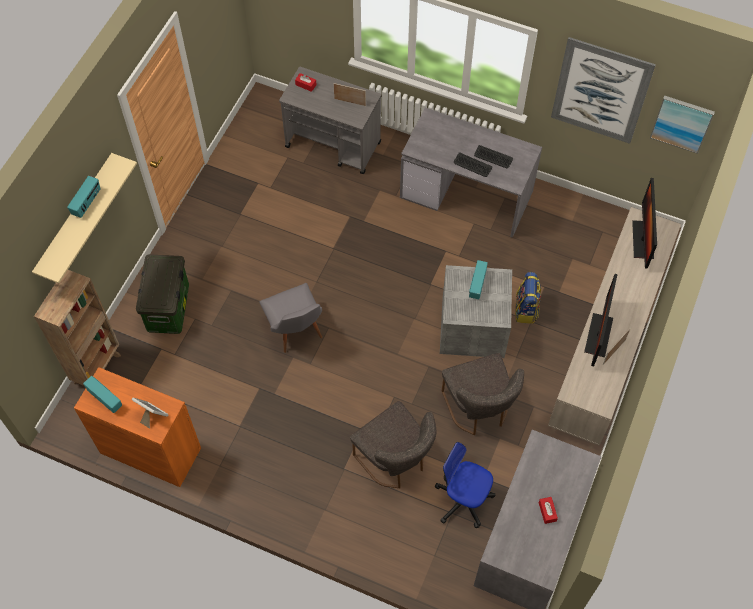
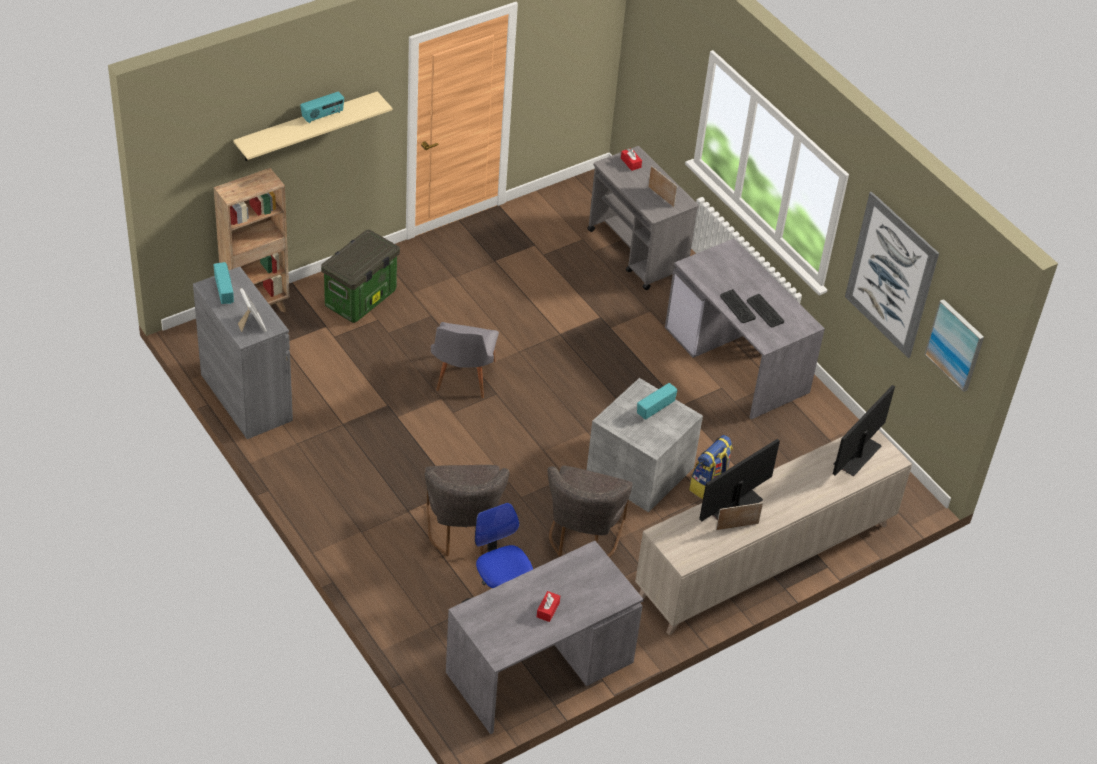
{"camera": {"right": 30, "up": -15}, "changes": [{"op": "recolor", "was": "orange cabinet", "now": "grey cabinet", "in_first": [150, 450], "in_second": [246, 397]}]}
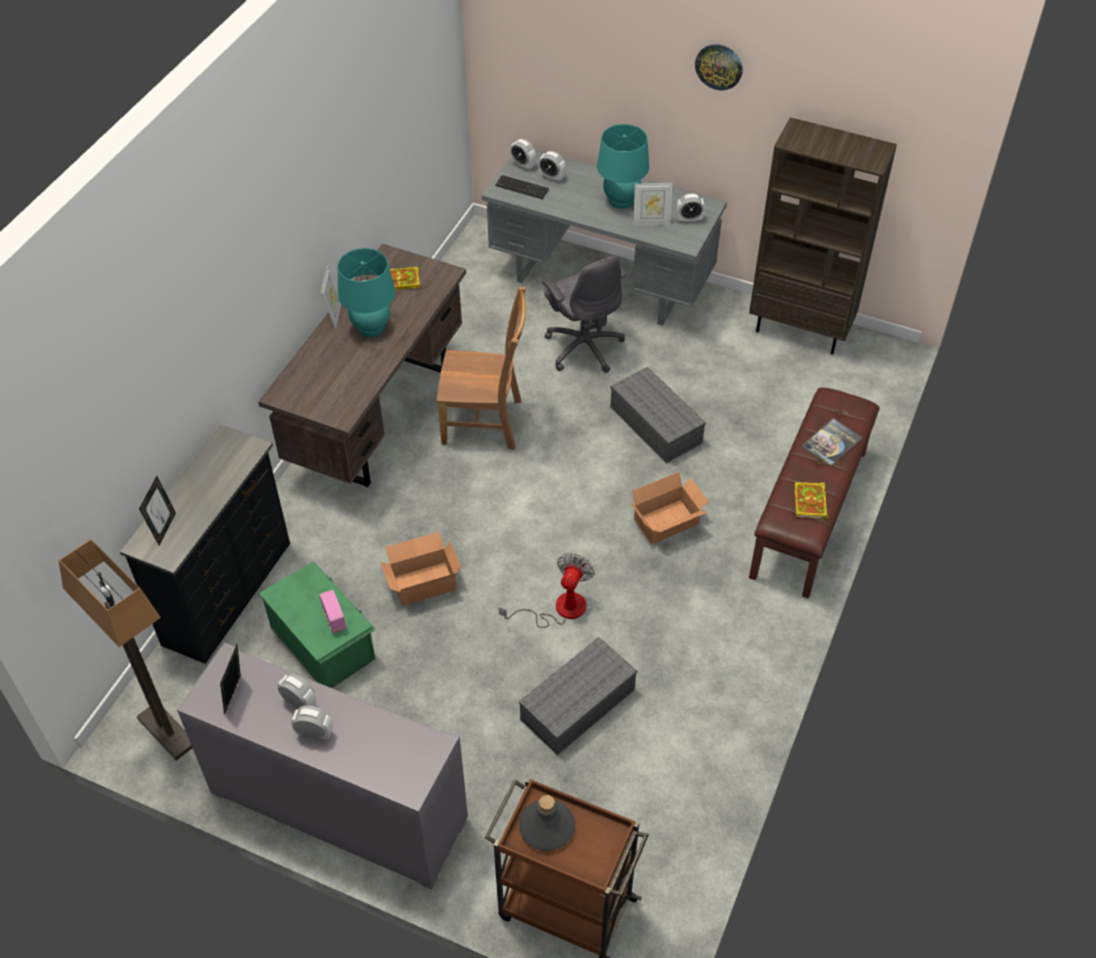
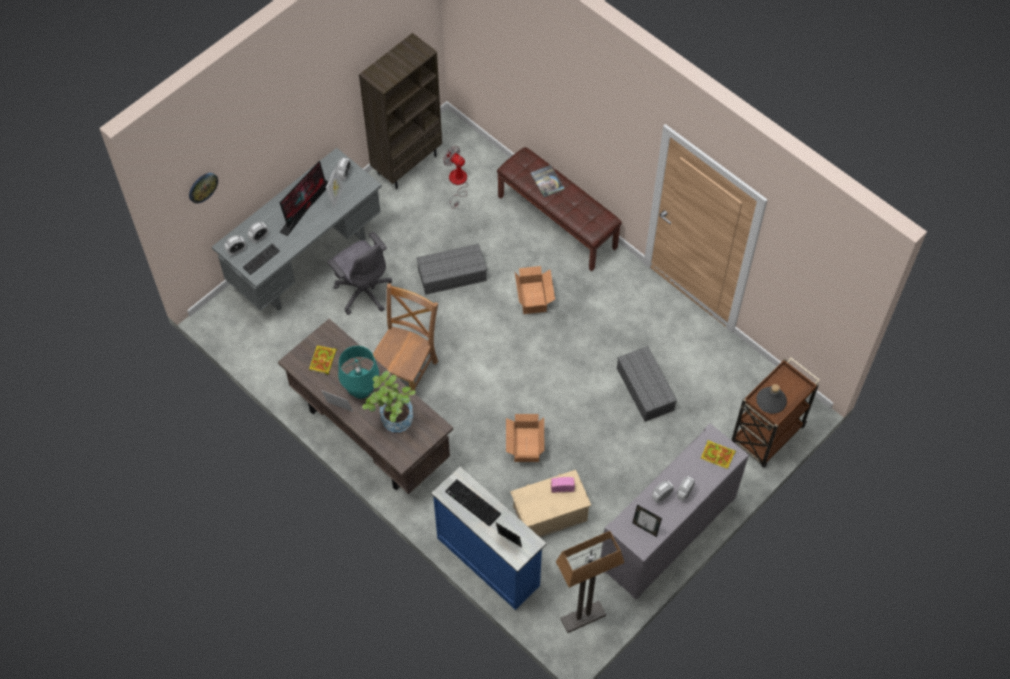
{"camera": {"right": -70, "up": 10}, "changes": [{"op": "recolor", "was": "black dresser", "now": "blue dresser", "in_first": [230, 593], "in_second": [489, 560]}, {"op": "recolor", "was": "green storage box", "now": "beige storage box", "in_first": [323, 642], "in_second": [549, 513]}, {"op": "move", "was": "fan", "in_first": [559, 609], "in_second": [457, 183]}, {"op": "rotate", "was": "grey office chair", "in_first": [584, 347], "in_second": [363, 291], "clockwise": 60}, {"op": "replace", "was": "turquoise table lamp", "now": "monitor", "in_first": [621, 200], "in_second": [305, 206]}, {"op": "move", "was": "wall clock", "in_first": [719, 66], "in_second": [202, 187]}, {"op": "move", "was": "book", "in_first": [811, 503], "in_second": [718, 455]}, {"op": "insert", "now": "potted plant", "in_second": [393, 422]}, {"op": "insert", "now": "keyboard", "in_second": [471, 503]}]}
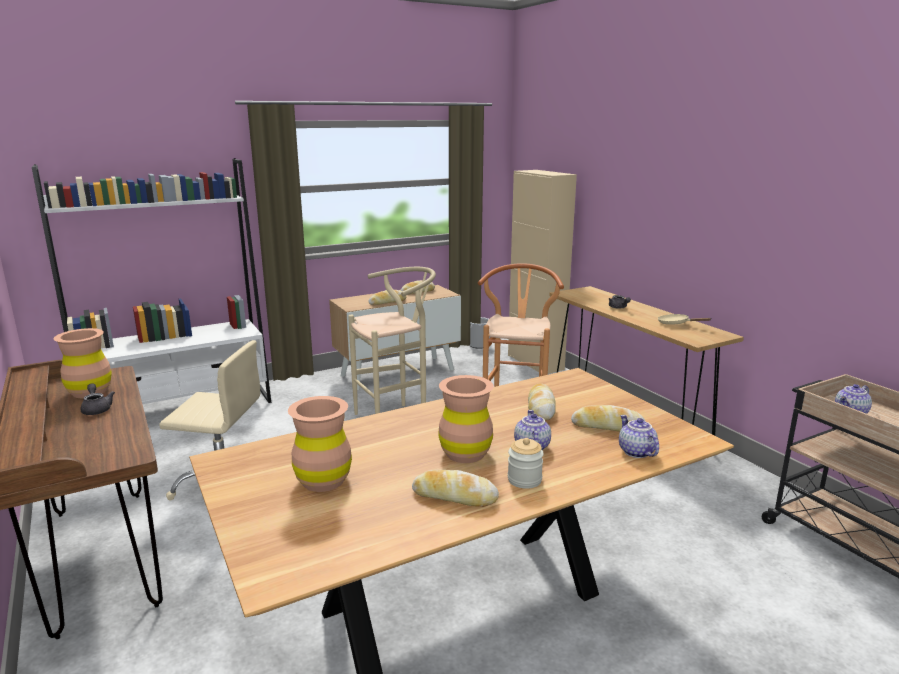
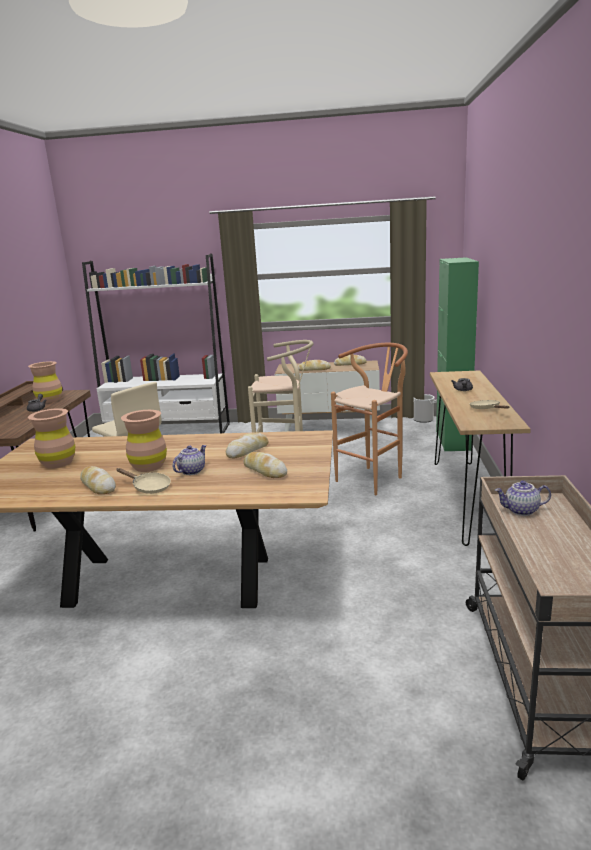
{"camera": {"right": 35, "up": 0}, "changes": [{"op": "recolor", "was": "beige cabinet", "now": "green cabinet", "in_first": [535, 362], "in_second": [452, 440]}, {"op": "replace", "was": "jar", "now": "beige frying pan", "in_first": [524, 480], "in_second": [149, 487]}, {"op": "delete", "was": "teapot", "in_first": [635, 452]}]}
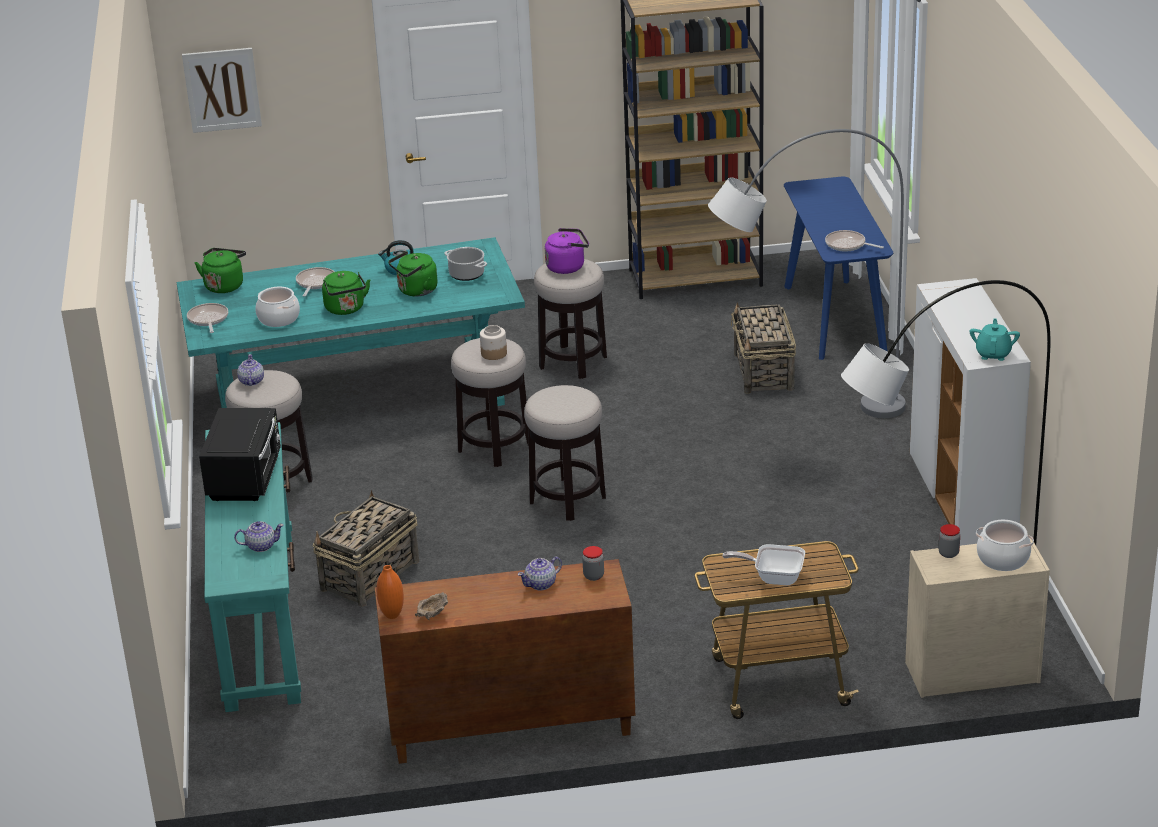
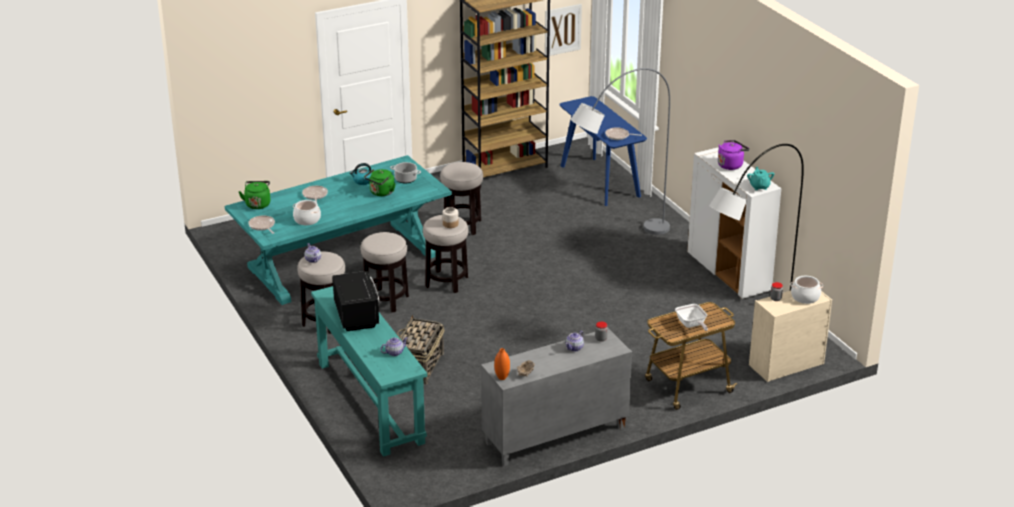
{"camera": {"right": -20, "up": 0}, "changes": [{"op": "move", "was": "picture", "in_first": [222, 89], "in_second": [562, 30]}, {"op": "delete", "was": "green kettle", "in_first": [346, 309]}, {"op": "recolor", "was": "brown cabinet", "now": "grey cabinet", "in_first": [509, 728], "in_second": [555, 436]}, {"op": "move", "was": "stool", "in_first": [567, 499], "in_second": [386, 300]}, {"op": "move", "was": "purple kettle", "in_first": [568, 267], "in_second": [731, 165]}, {"op": "rotate", "was": "frying pan", "in_first": [773, 577], "in_second": [691, 325], "clockwise": -105}, {"op": "delete", "was": "basket", "in_first": [763, 372]}]}
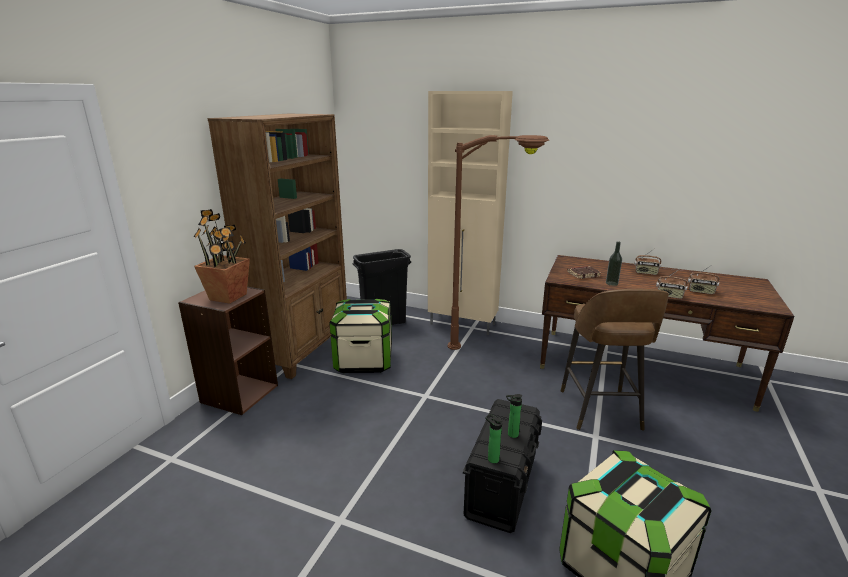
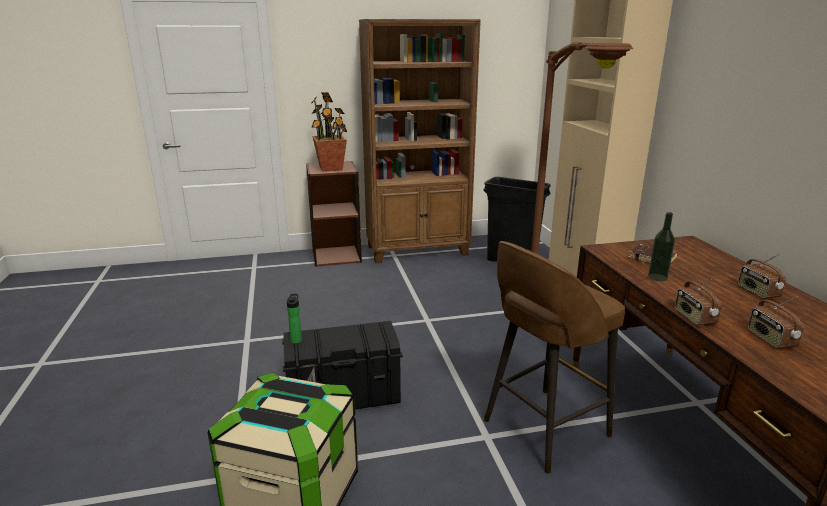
{"camera": {"right": 55, "up": 0}, "changes": [{"op": "delete", "was": "storage box", "in_first": [364, 360]}, {"op": "delete", "was": "bottle", "in_first": [511, 434]}]}
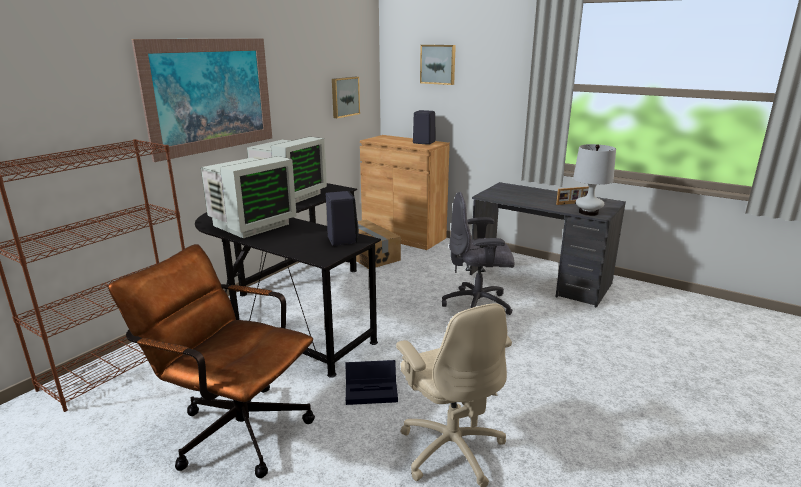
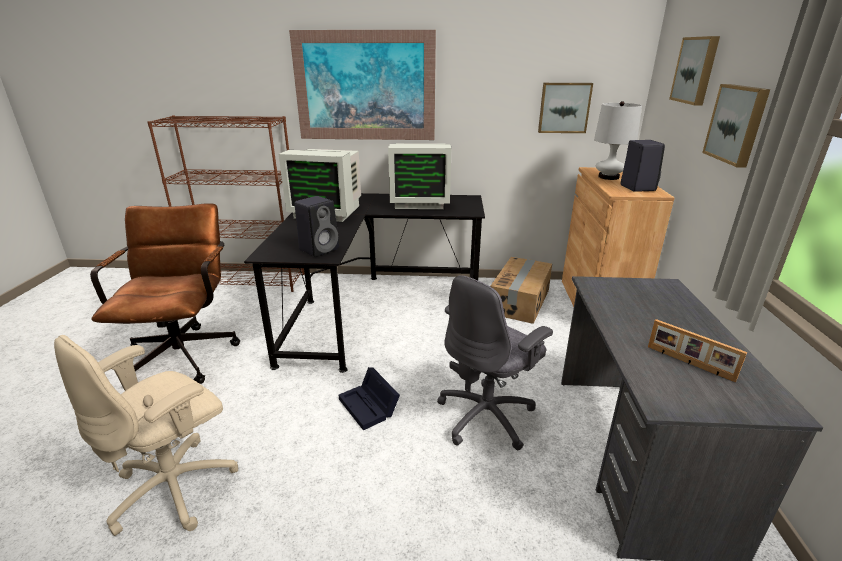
{"camera": {"right": 60, "up": 5}, "changes": [{"op": "move", "was": "black storage box", "in_first": [373, 390], "in_second": [370, 407]}, {"op": "rotate", "was": "grey office chair", "in_first": [478, 305], "in_second": [487, 416], "clockwise": -105}, {"op": "move", "was": "white table lamp", "in_first": [588, 212], "in_second": [608, 177]}, {"op": "insert", "now": "picture", "in_second": [737, 124]}]}
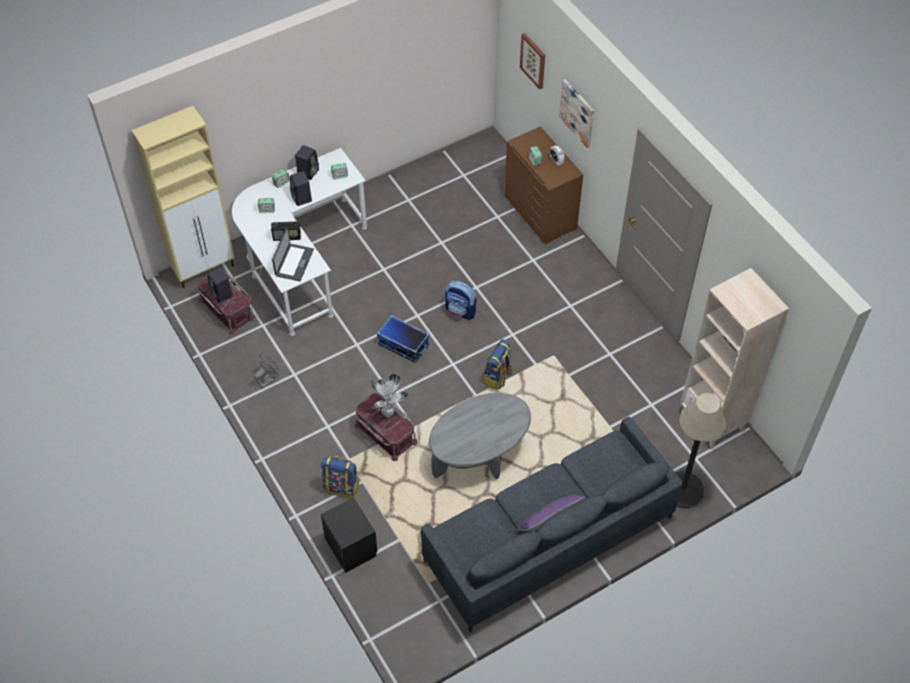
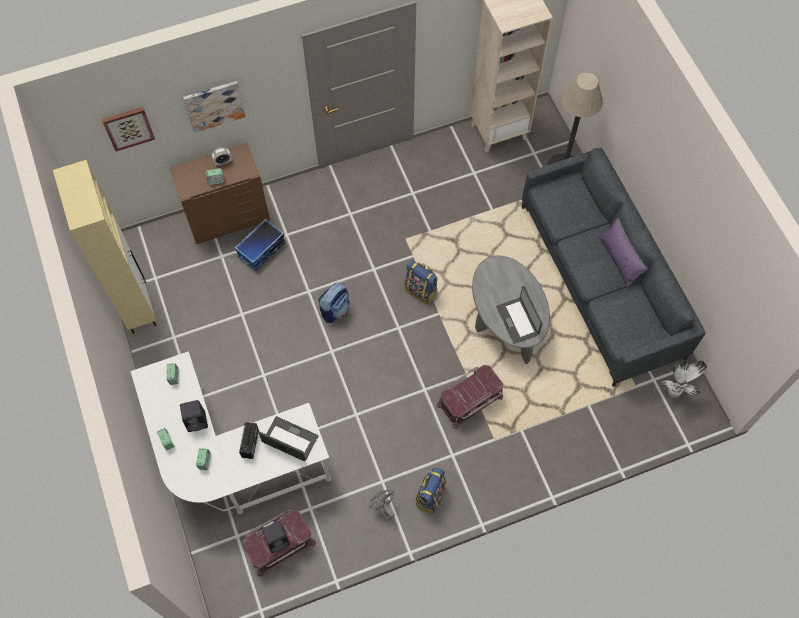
{"camera": {"right": -80, "up": 10}, "changes": [{"op": "move", "was": "beige cabinet", "in_first": [204, 269], "in_second": [137, 304]}, {"op": "delete", "was": "black speaker", "in_first": [308, 171]}, {"op": "move", "was": "backpack", "in_first": [342, 486], "in_second": [430, 496]}, {"op": "delete", "was": "black nightstand", "in_first": [352, 546]}, {"op": "move", "was": "potted plant", "in_first": [388, 414], "in_second": [674, 393]}, {"op": "move", "was": "storage box", "in_first": [403, 345], "in_second": [261, 250]}, {"op": "insert", "now": "laptop", "in_second": [518, 320]}]}
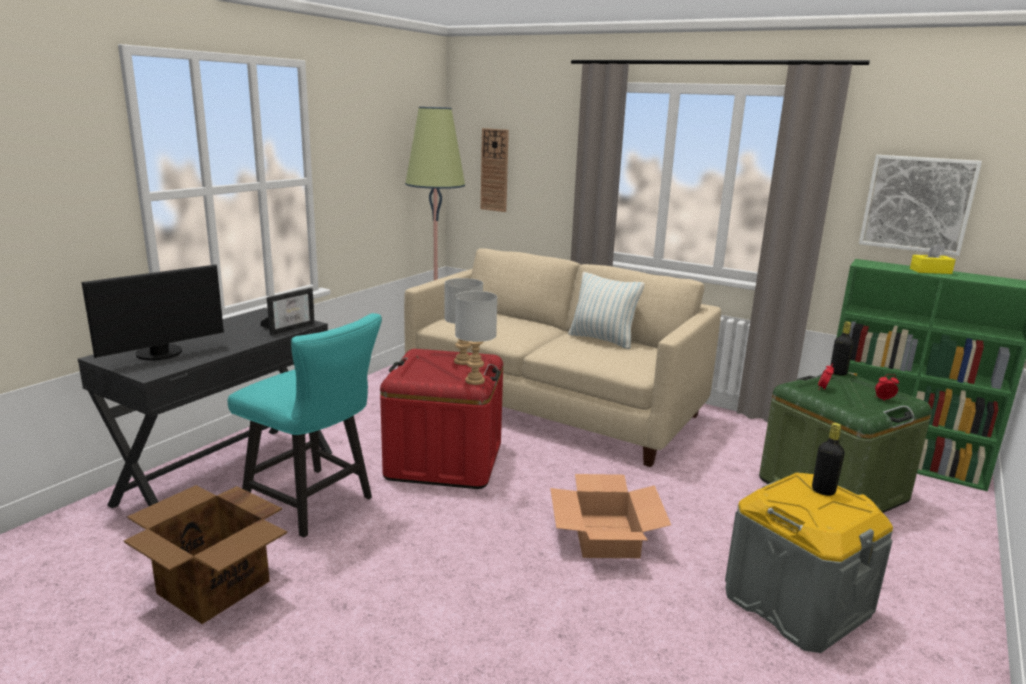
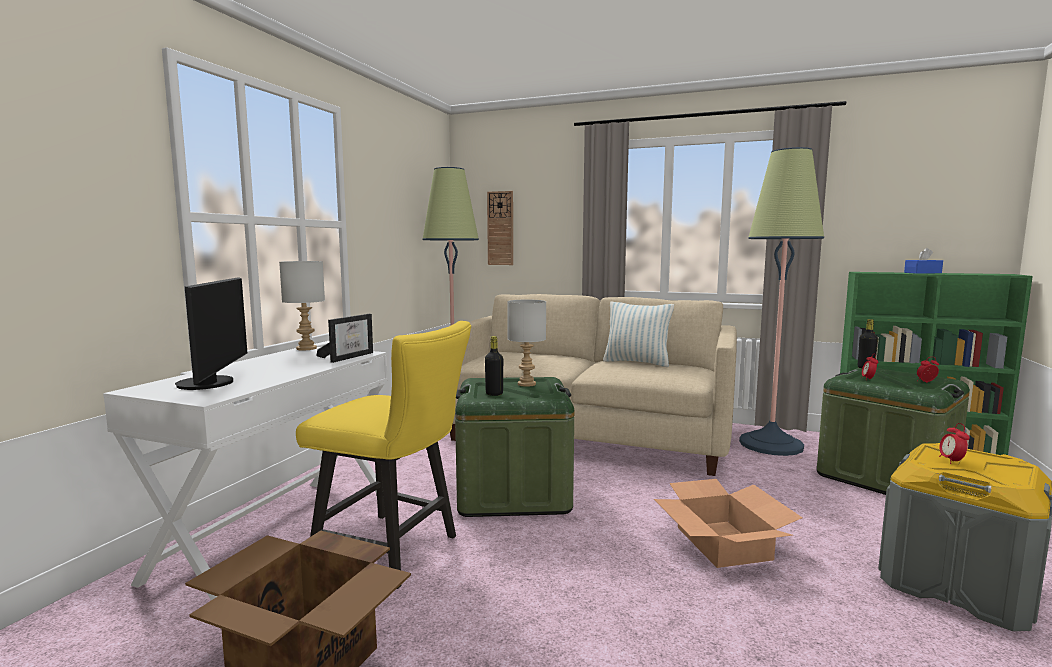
{"camera": {"right": -10, "up": -10}, "changes": [{"op": "recolor", "was": "black desk", "now": "white desk", "in_first": [227, 476], "in_second": [278, 534]}, {"op": "rotate", "was": "monitor", "in_first": [161, 354], "in_second": [212, 383], "clockwise": -45}, {"op": "recolor", "was": "turquoise chair", "now": "yellow chair", "in_first": [315, 505], "in_second": [395, 552]}, {"op": "recolor", "was": "red storage box", "now": "green storage box", "in_first": [444, 461], "in_second": [513, 492]}, {"op": "move", "was": "grey table lamp", "in_first": [474, 381], "in_second": [305, 348]}, {"op": "move", "was": "black bottle", "in_first": [823, 491], "in_second": [494, 394]}, {"op": "delete", "was": "picture", "in_first": [917, 204]}, {"op": "recolor", "was": "yellow tissue box", "now": "blue tissue box", "in_first": [930, 271], "in_second": [922, 273]}, {"op": "insert", "now": "floor lamp", "in_second": [771, 444]}, {"op": "insert", "now": "alarm clock", "in_second": [951, 461]}]}
